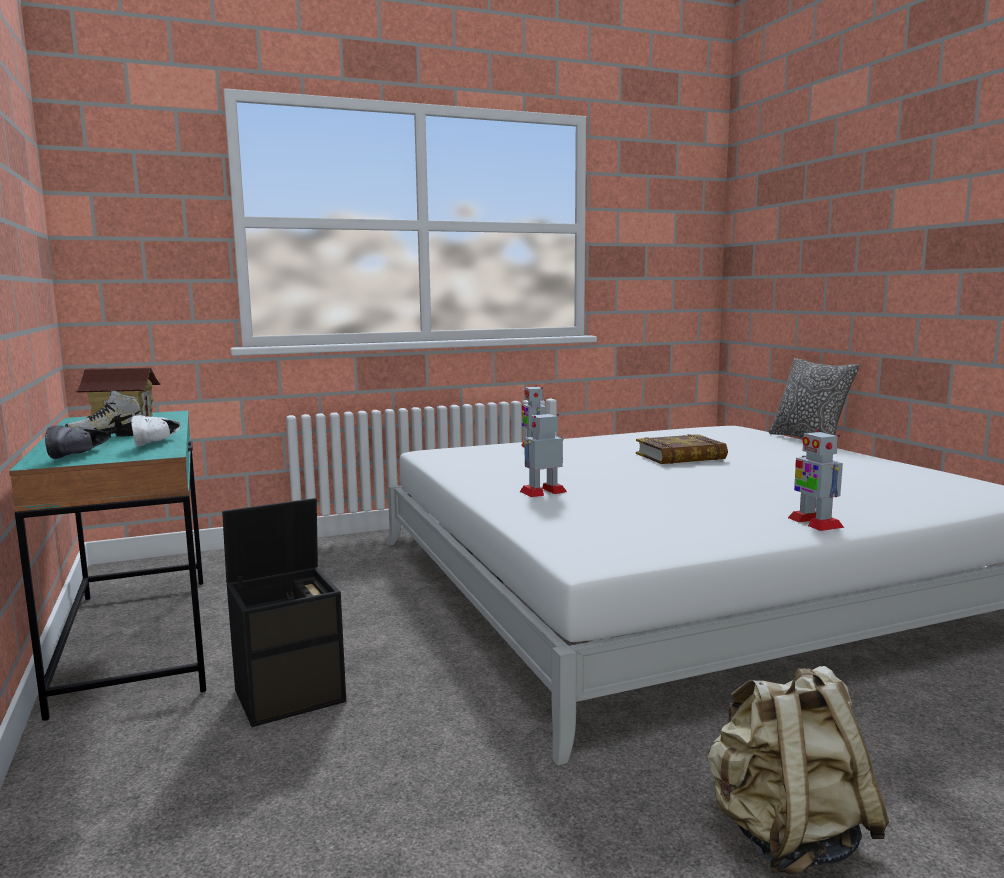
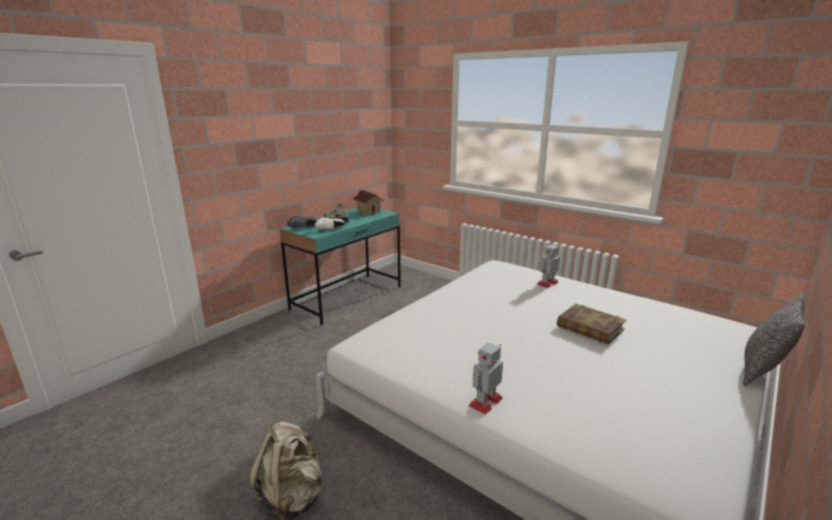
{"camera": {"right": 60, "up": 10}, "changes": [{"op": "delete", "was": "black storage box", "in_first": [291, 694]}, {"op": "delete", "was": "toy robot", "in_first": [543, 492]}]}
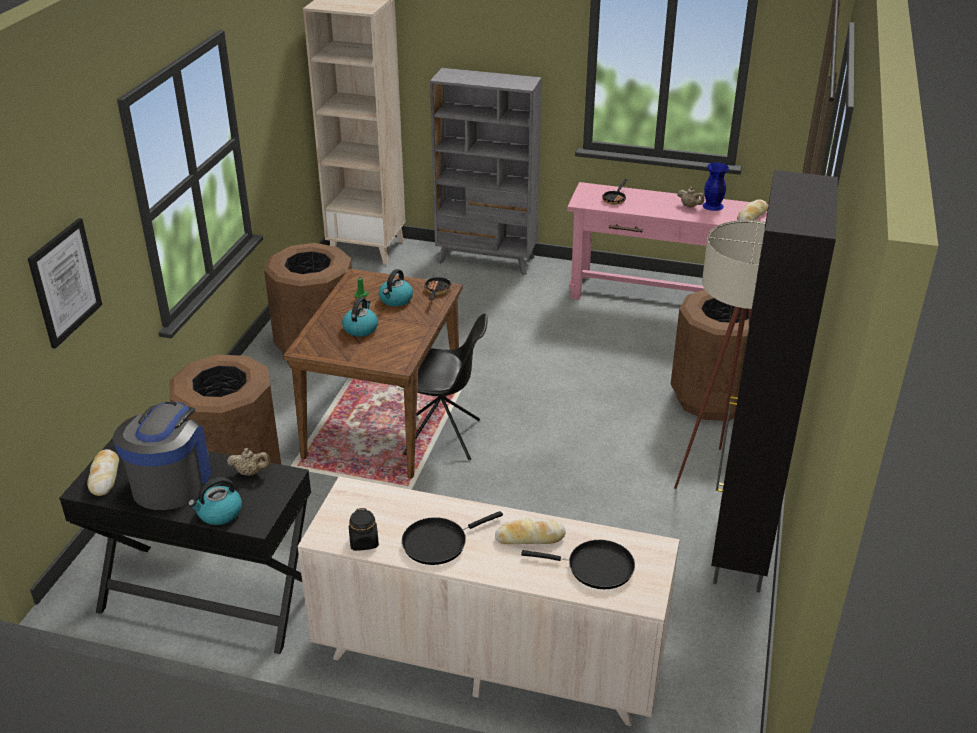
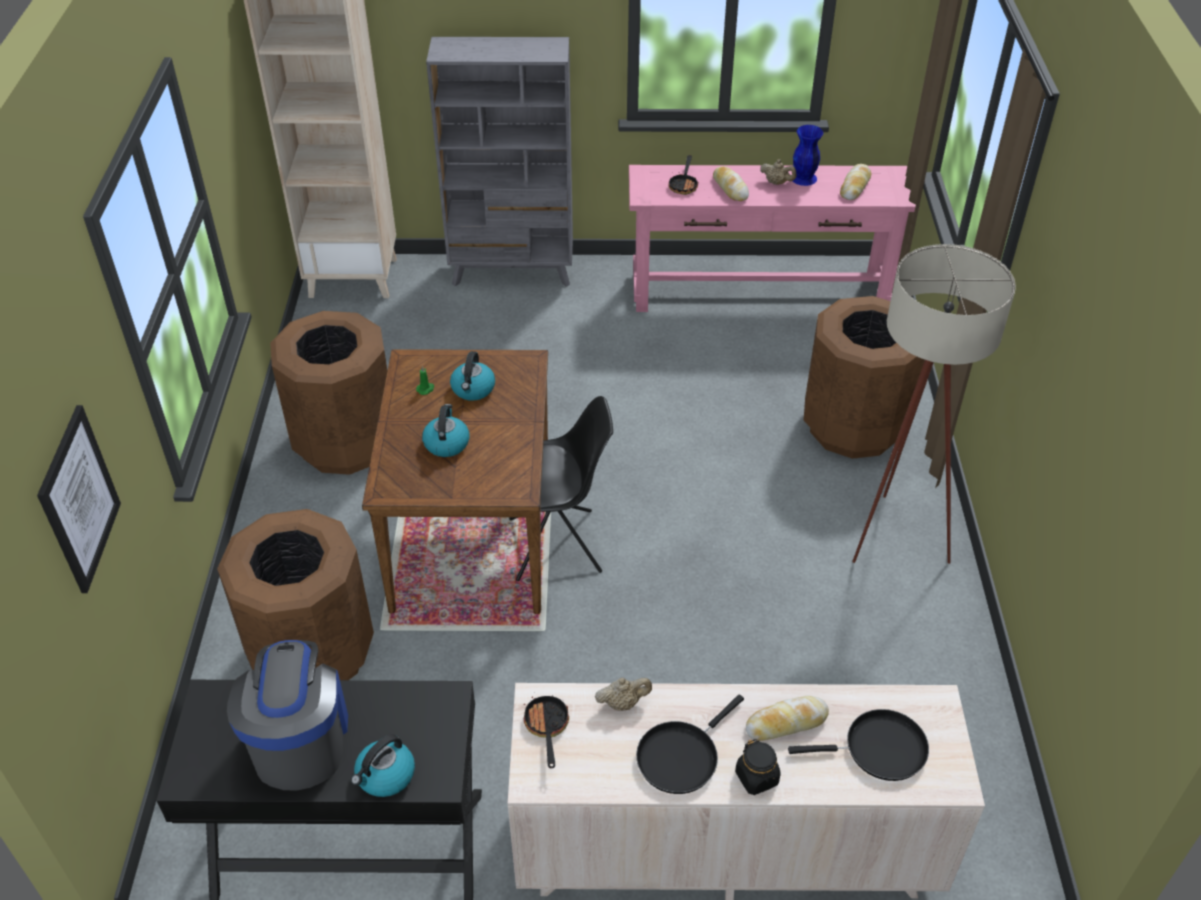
{"camera": {"right": -15, "up": 10}, "changes": [{"op": "move", "was": "bread", "in_first": [105, 476], "in_second": [730, 188]}, {"op": "move", "was": "beige teapot", "in_first": [250, 472], "in_second": [623, 703]}, {"op": "move", "was": "black jar", "in_first": [364, 542], "in_second": [757, 778]}, {"op": "move", "was": "frying pan", "in_first": [436, 291], "in_second": [546, 727]}, {"op": "delete", "was": "black cabinet", "in_first": [739, 551]}]}
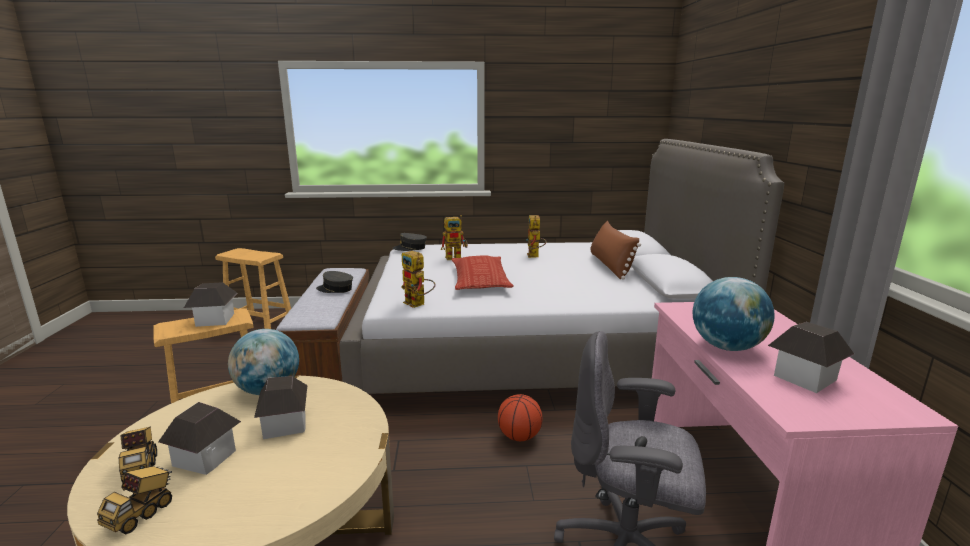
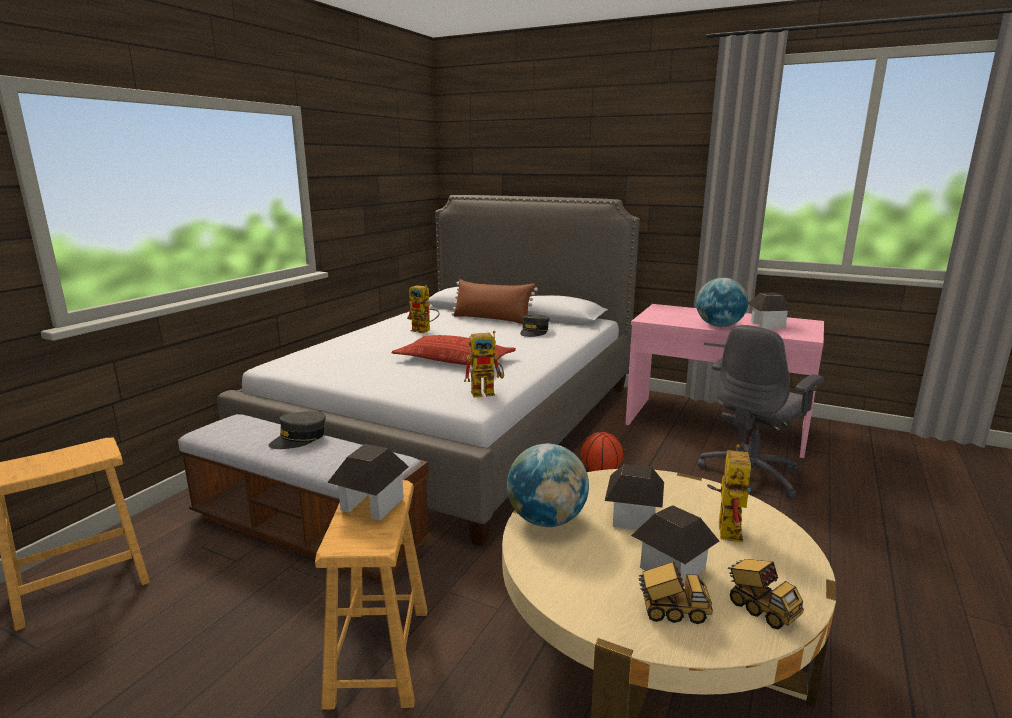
{"camera": {"right": -60, "up": 0}, "changes": [{"op": "move", "was": "grey cap", "in_first": [410, 248], "in_second": [534, 332]}, {"op": "move", "was": "toy robot", "in_first": [456, 257], "in_second": [725, 527]}]}
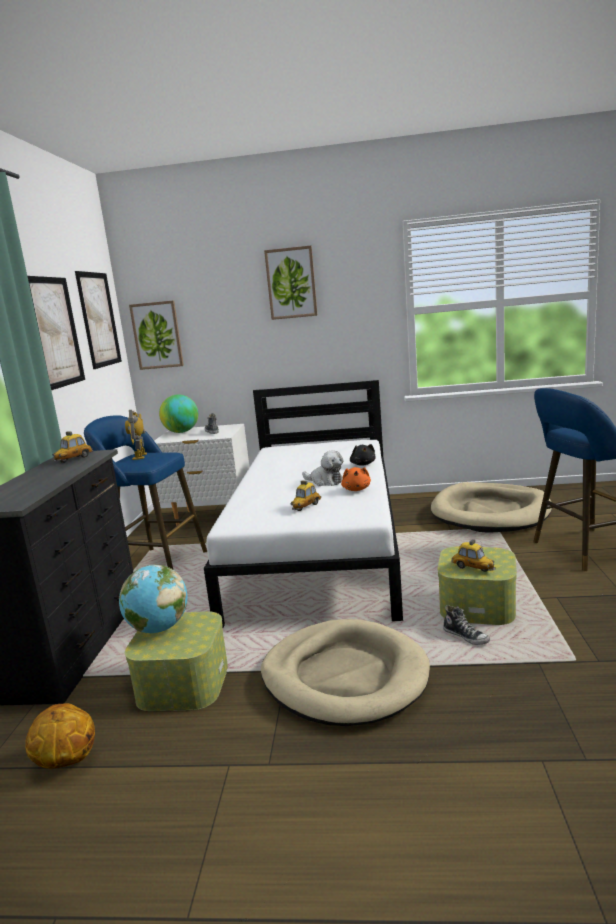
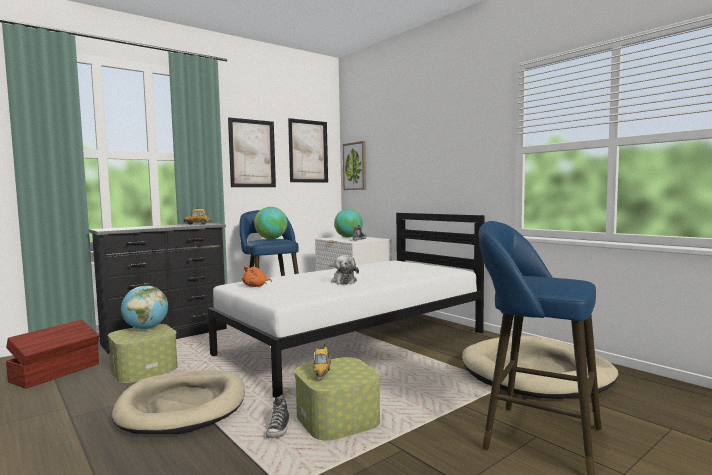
{"camera": {"right": 45, "up": -10}, "changes": [{"op": "replace", "was": "basketball", "now": "brown storage box", "in_first": [66, 761], "in_second": [57, 372]}, {"op": "replace", "was": "toy robot", "now": "globe", "in_first": [140, 456], "in_second": [271, 239]}, {"op": "delete", "was": "picture", "in_first": [291, 283]}, {"op": "delete", "was": "toy car", "in_first": [306, 507]}, {"op": "move", "was": "orange plush toy", "in_first": [356, 489], "in_second": [256, 286]}, {"op": "delete", "was": "black plush toy", "in_first": [363, 464]}]}
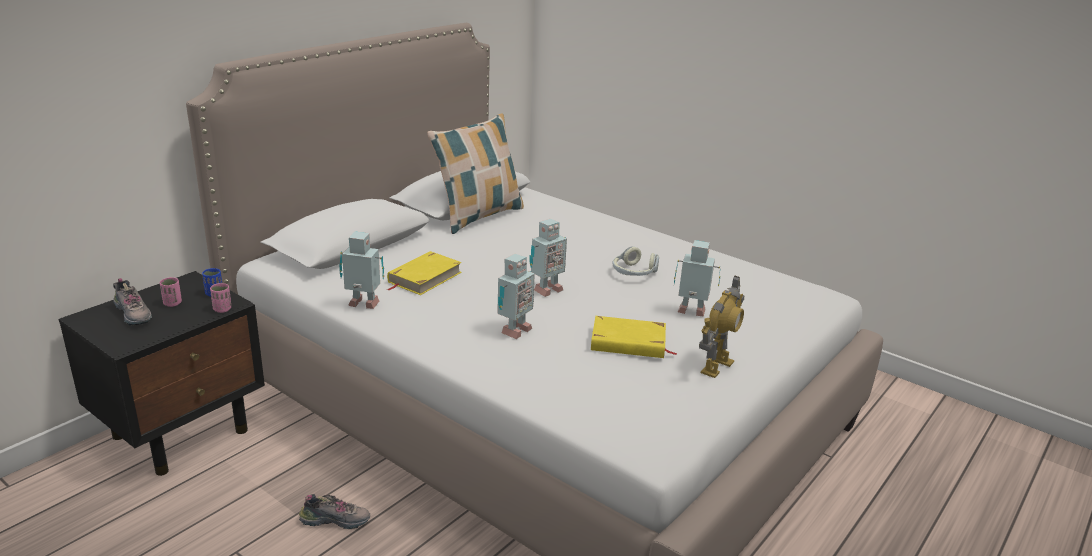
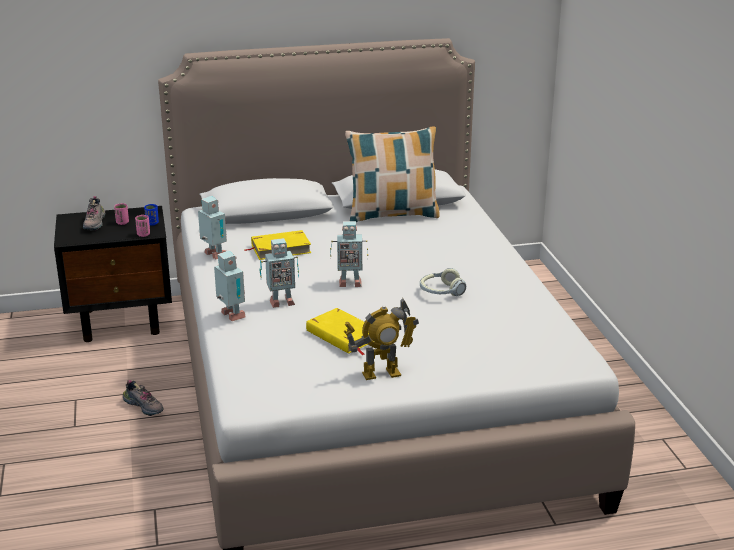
{"camera": {"right": 40, "up": 0}, "changes": [{"op": "move", "was": "toy robot", "in_first": [692, 312], "in_second": [231, 316]}]}
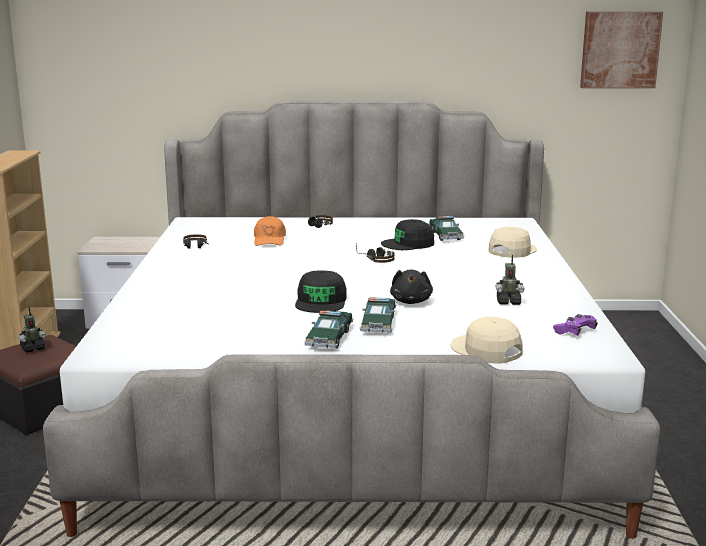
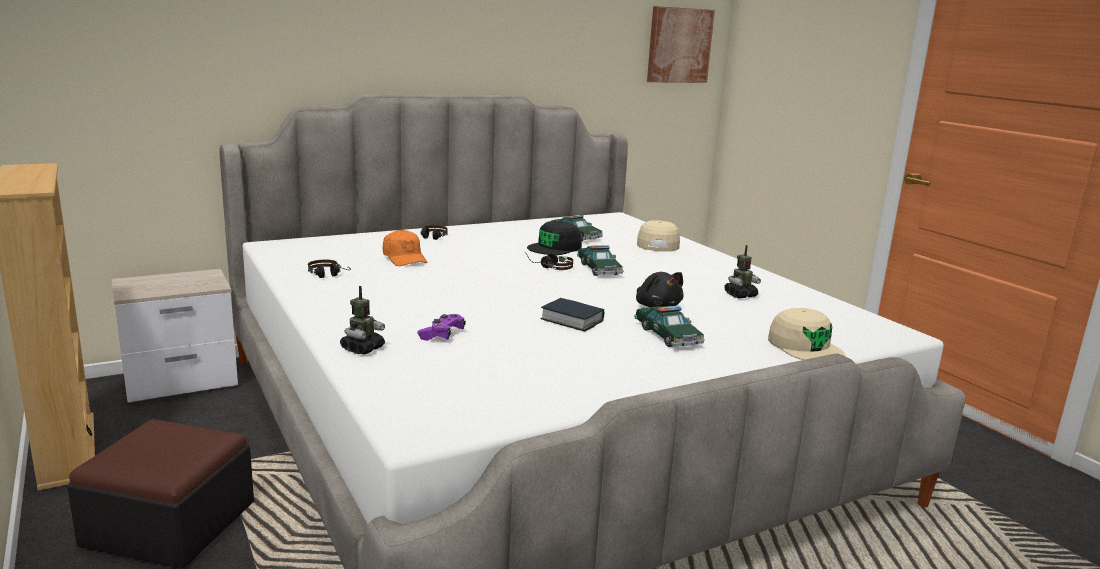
{"camera": {"right": -30, "up": 0}, "changes": [{"op": "move", "was": "toy robot", "in_first": [33, 348], "in_second": [362, 349]}, {"op": "replace", "was": "black cap", "now": "book", "in_first": [321, 301], "in_second": [572, 320]}, {"op": "move", "was": "toy car", "in_first": [329, 338], "in_second": [598, 269]}, {"op": "rotate", "was": "beige cap", "in_first": [486, 350], "in_second": [805, 346], "clockwise": -135}, {"op": "move", "was": "purple game controller", "in_first": [575, 332], "in_second": [442, 335]}]}
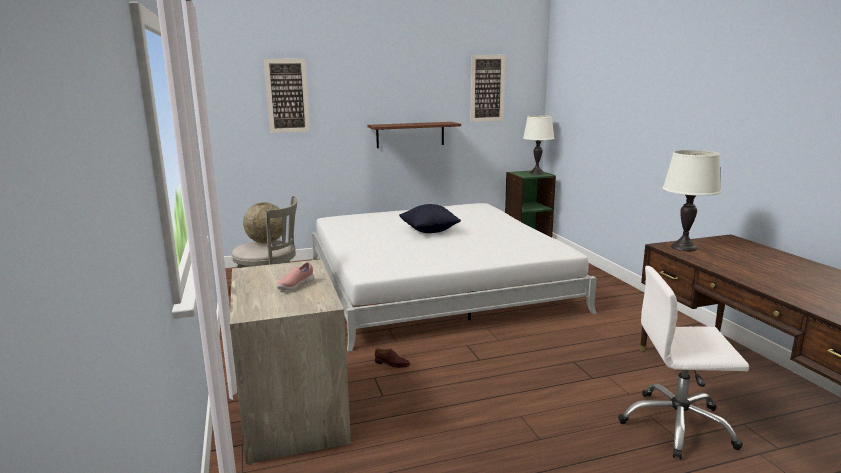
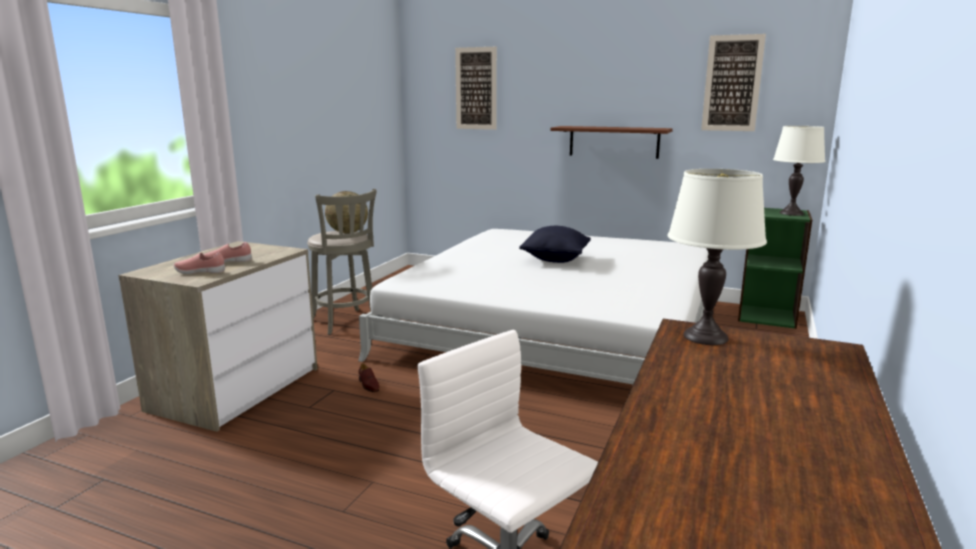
{"camera": {"right": 40, "up": 0}, "changes": [{"op": "insert", "now": "pink shoe", "in_second": [200, 273]}]}
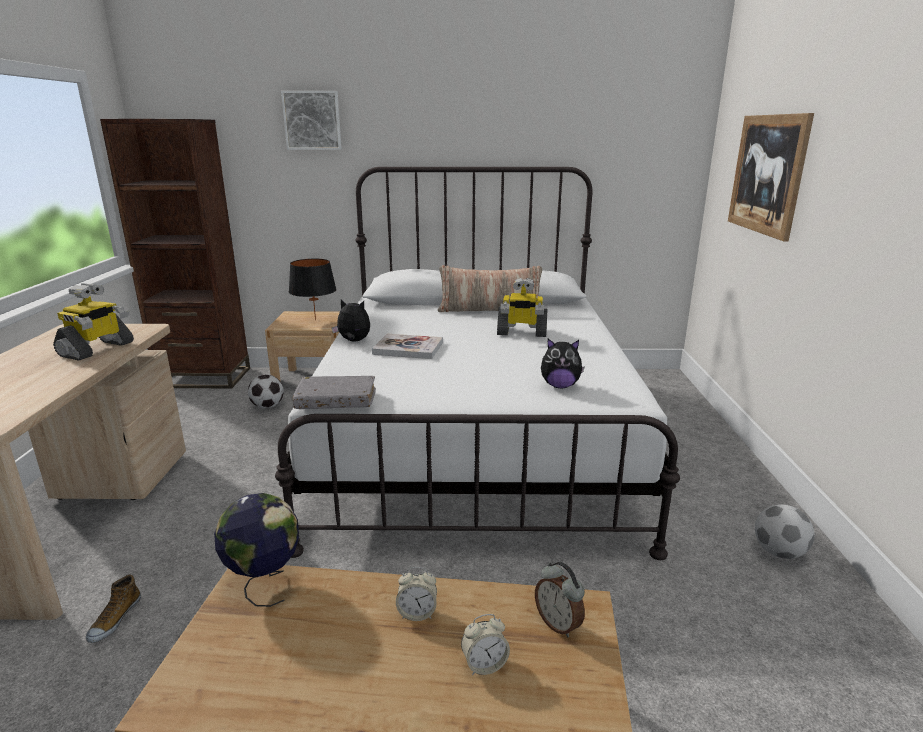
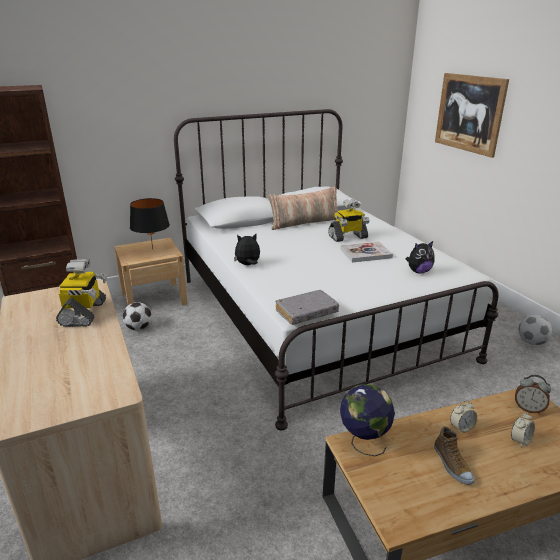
{"camera": {"right": -25, "up": 5}, "changes": [{"op": "move", "was": "shoe", "in_first": [115, 619], "in_second": [452, 464]}, {"op": "delete", "was": "picture", "in_first": [312, 120]}, {"op": "move", "was": "book", "in_first": [408, 348], "in_second": [365, 253]}]}
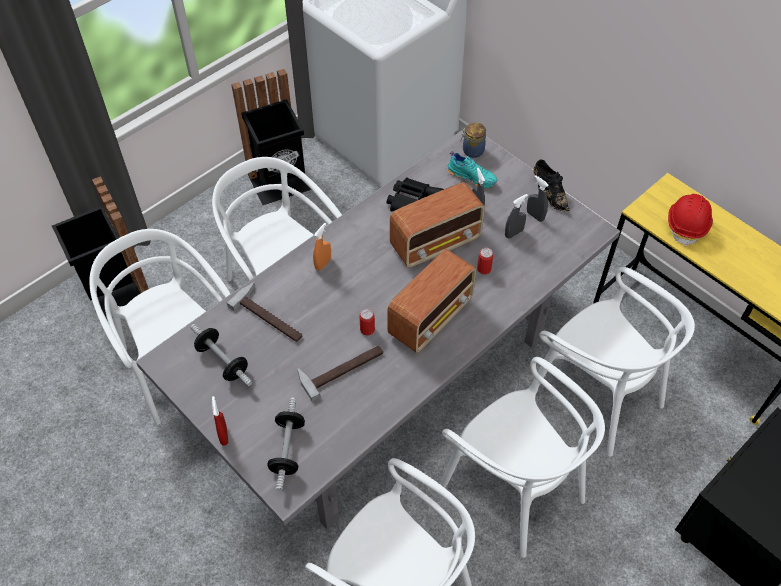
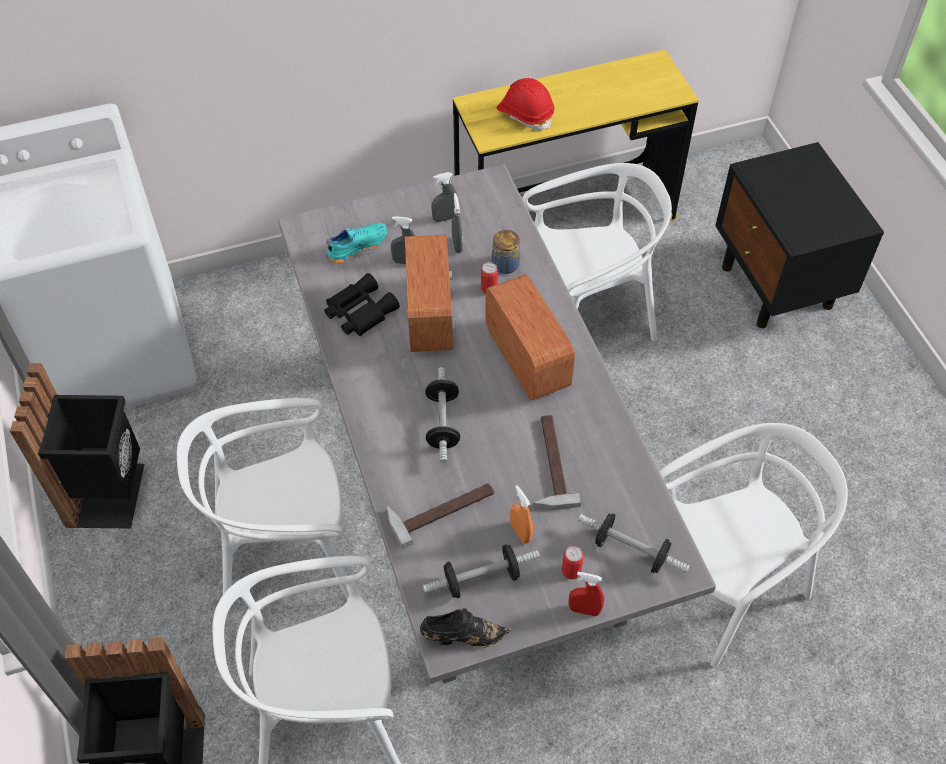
{"camera": {"right": -65, "up": 0}, "changes": [{"op": "move", "was": "orange spray bottle", "in_first": [323, 264], "in_second": [520, 532]}, {"op": "move", "was": "can", "in_first": [367, 329], "in_second": [571, 570]}, {"op": "delete", "was": "white chair", "in_first": [513, 488]}, {"op": "move", "was": "jar", "in_first": [472, 150], "in_second": [504, 265]}, {"op": "move", "was": "black shoe", "in_first": [549, 193], "in_second": [462, 636]}, {"op": "insert", "now": "dumbbell", "in_second": [442, 423]}]}
